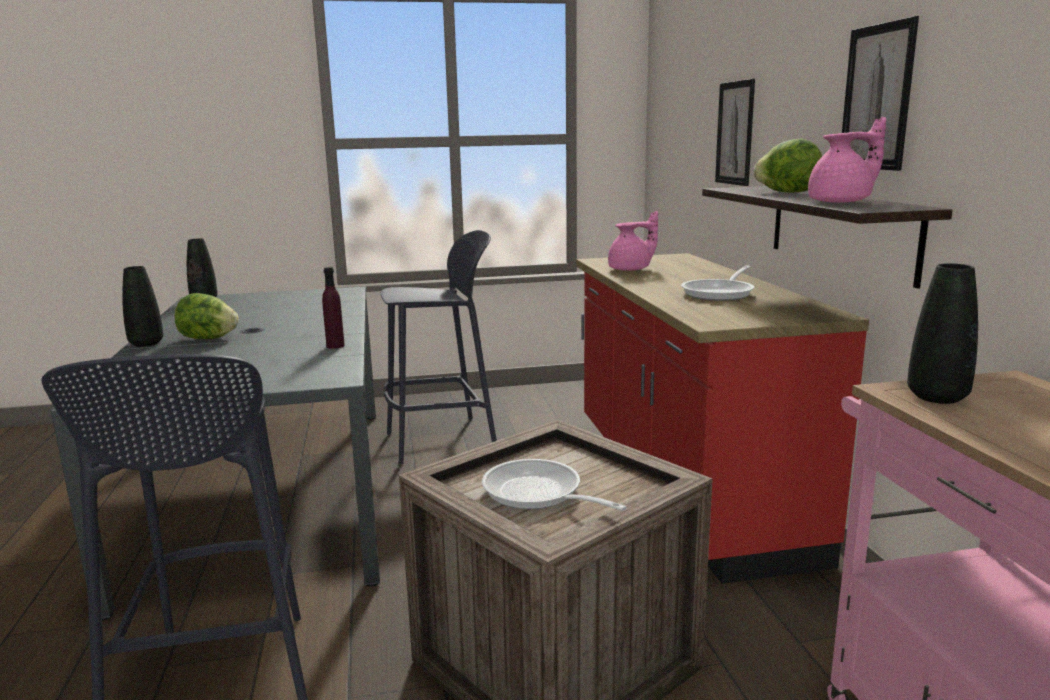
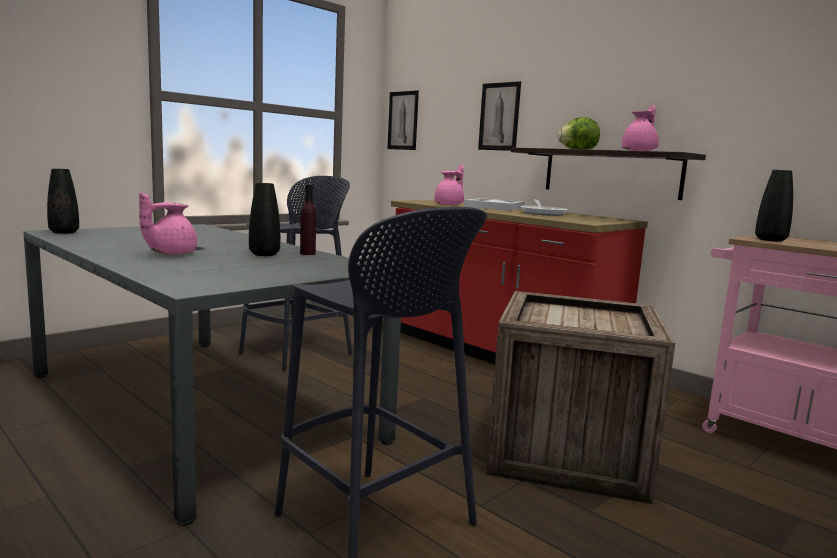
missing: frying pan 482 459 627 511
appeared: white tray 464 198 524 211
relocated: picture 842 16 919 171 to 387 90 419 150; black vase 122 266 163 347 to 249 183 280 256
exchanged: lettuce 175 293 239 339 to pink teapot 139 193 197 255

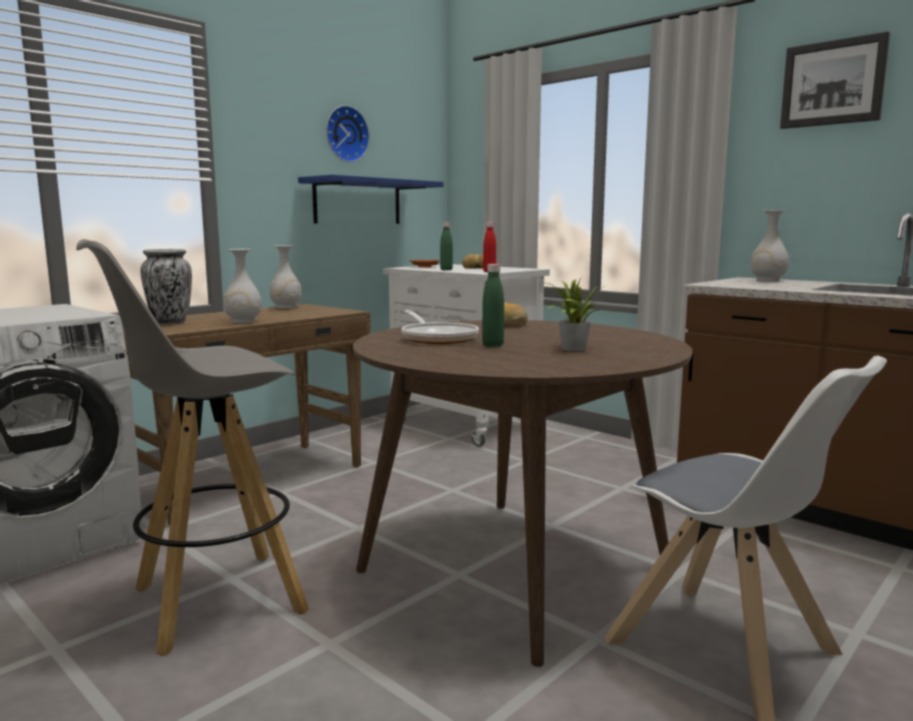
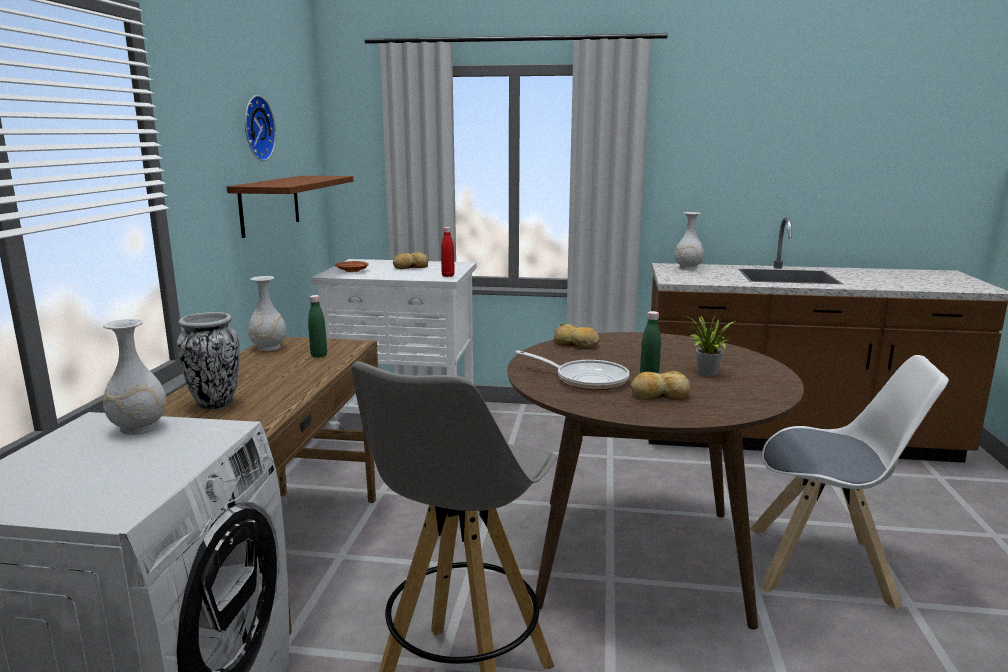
missing: picture 780 31 890 129
appeared: bread 631 371 691 400
relocated: green bottle 440 223 453 270 to 308 295 327 358; white vase 224 249 262 323 to 103 319 166 435
colour: blue shelf 298 175 443 224 to brown shelf 227 176 353 238

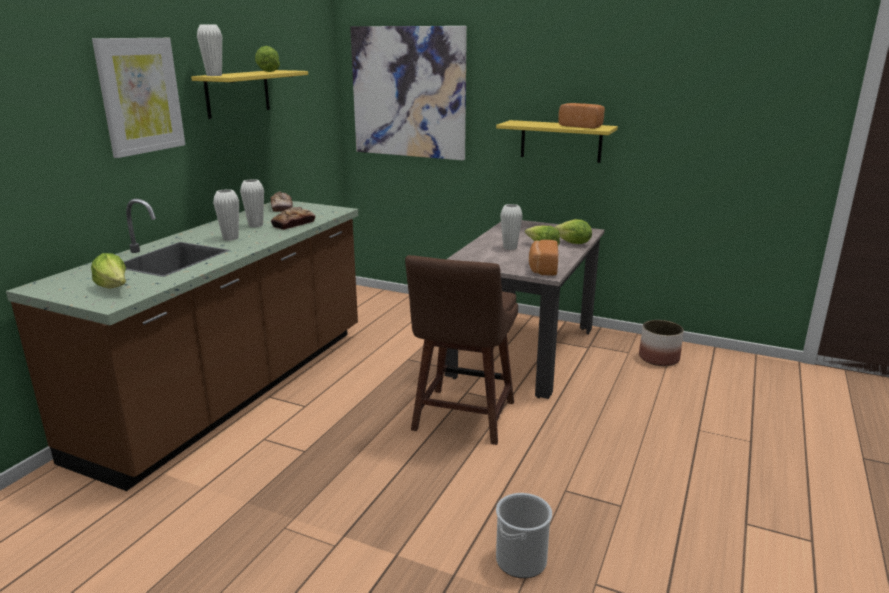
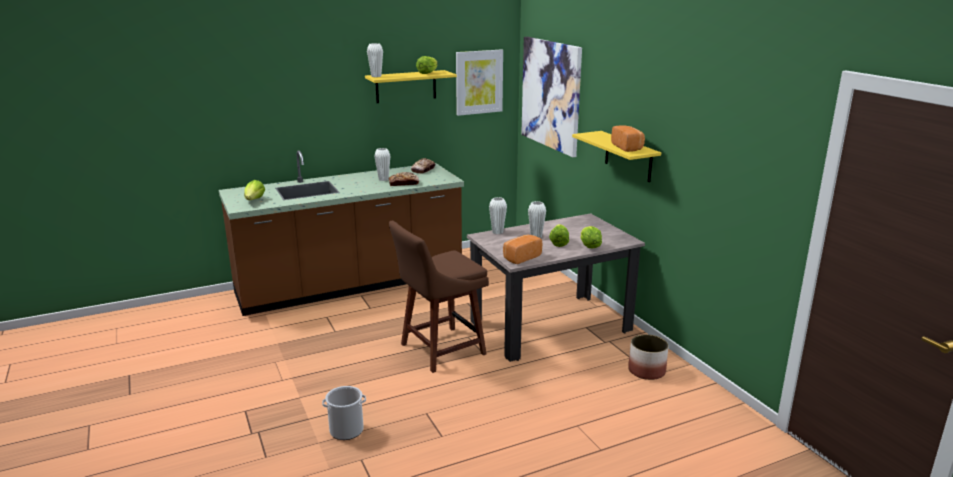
relocated: picture 92 38 185 158 to 456 49 503 116; white vase 213 189 239 241 to 489 197 507 234

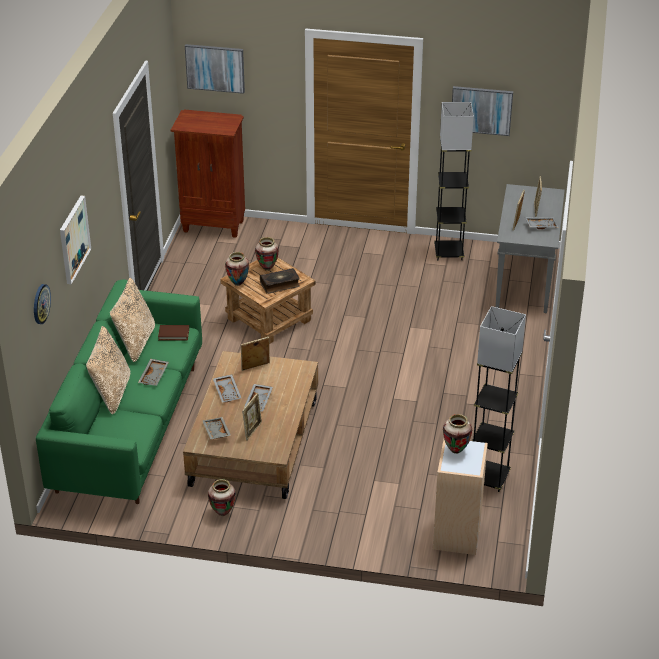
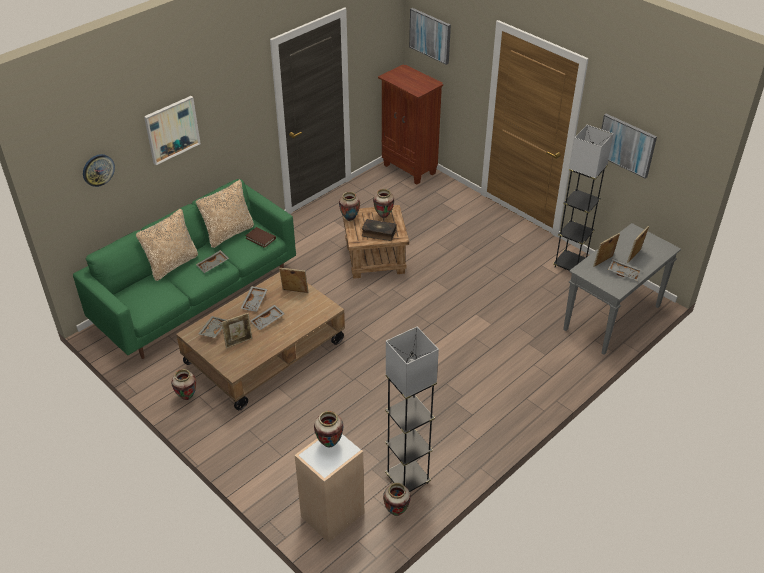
appeared: vase 383 483 411 516

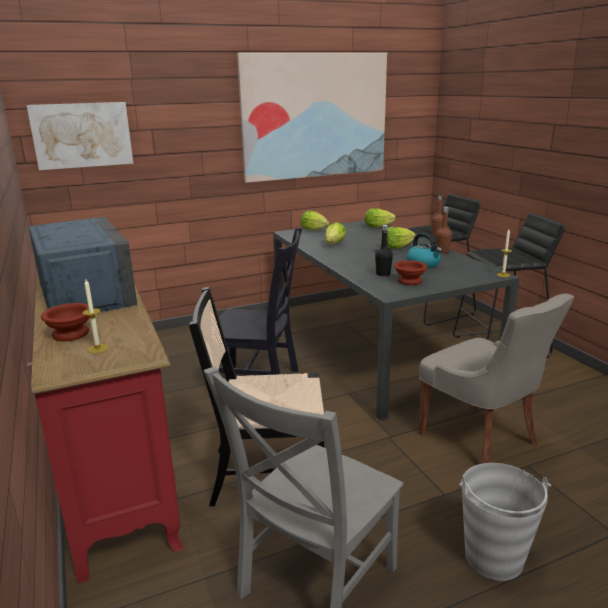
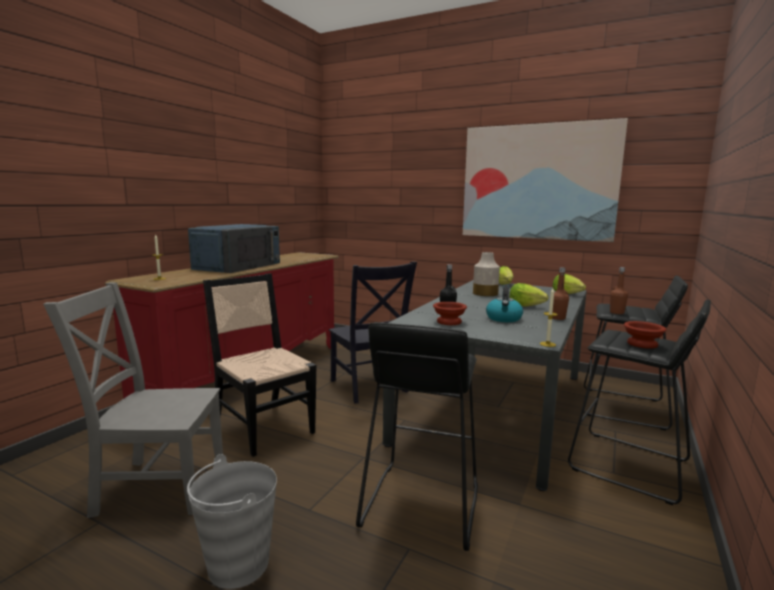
missing: picture 27 102 133 170
relocated: brown bowl 41 303 90 341 to 624 321 666 349
exchanged: lettuce 325 222 346 244 to beige vase 473 252 500 296; grey chair 418 294 574 464 to black stool 356 322 478 551

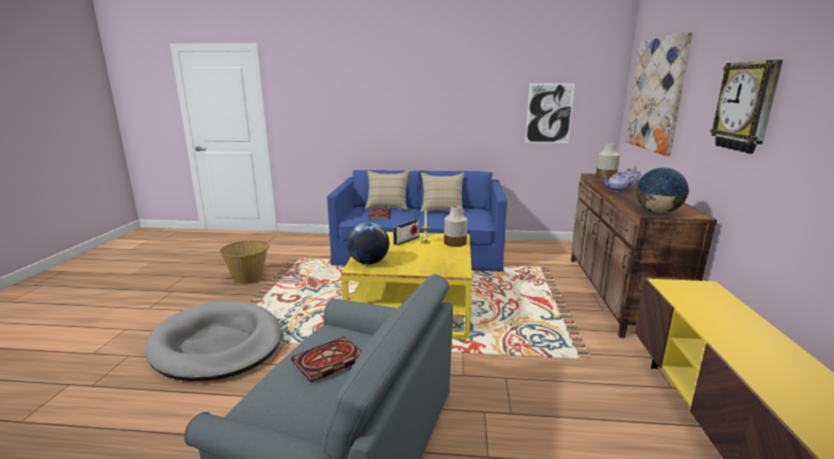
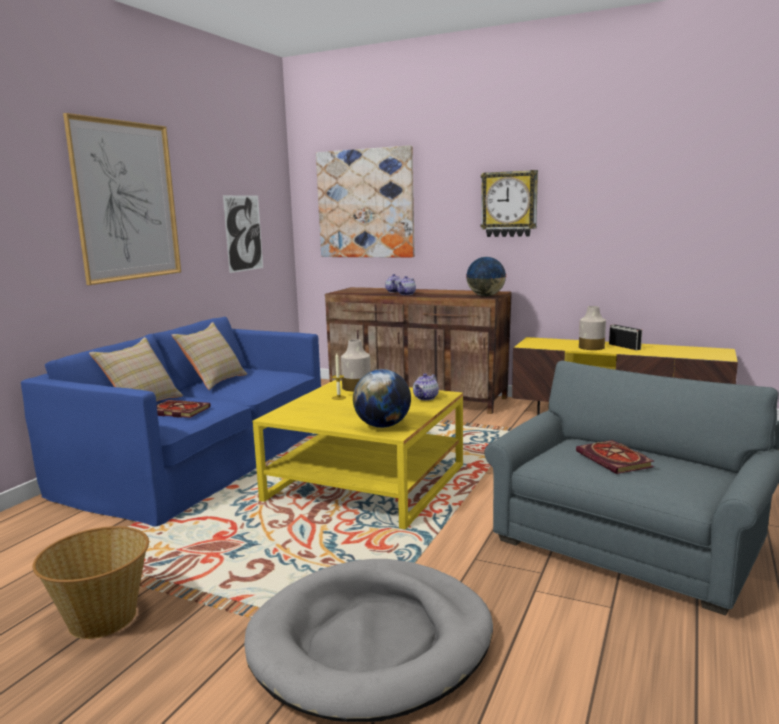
appeared: picture 63 113 181 285; teapot 413 373 439 400
relocated: beige vase 596 143 620 179 to 579 306 606 350; radio 393 220 419 245 to 609 325 642 350

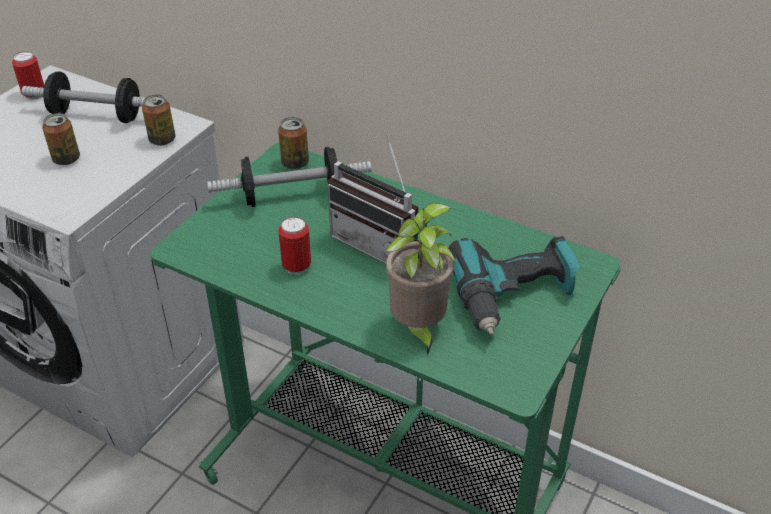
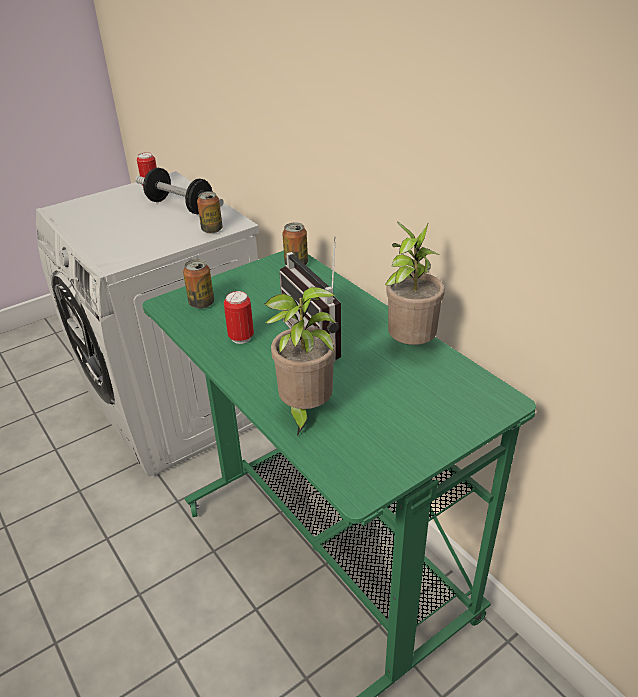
missing: dumbbell 207 147 371 207; power drill 448 236 581 335
appeared: potted plant 385 222 445 345
relocated: can 42 113 80 165 to 183 259 214 309

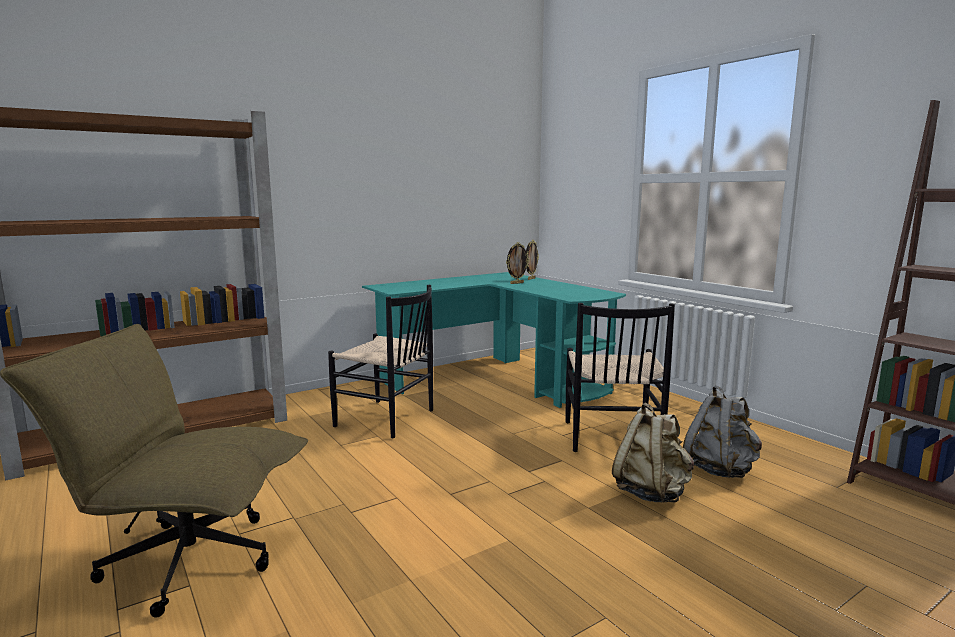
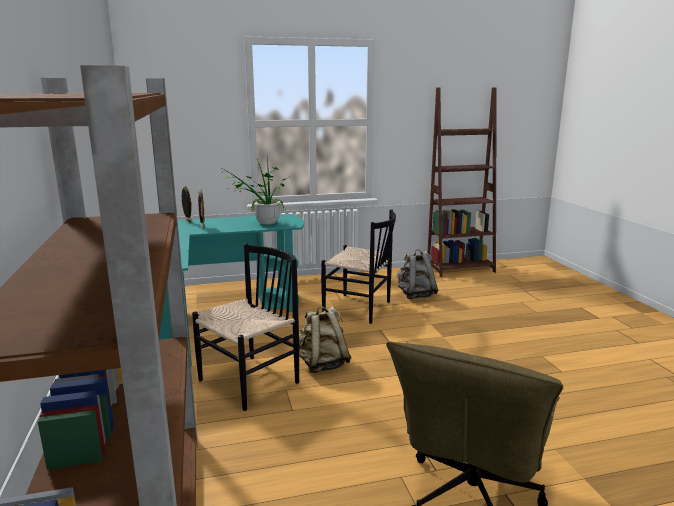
appeared: potted plant 220 156 289 225
relocated: beige backpack 612 403 694 503 to 299 306 352 373

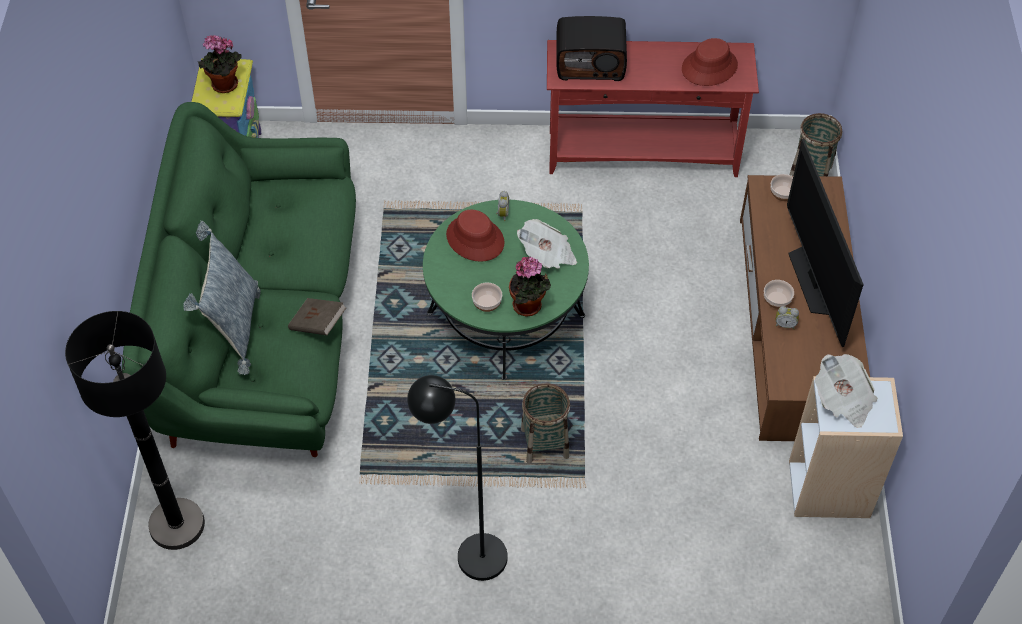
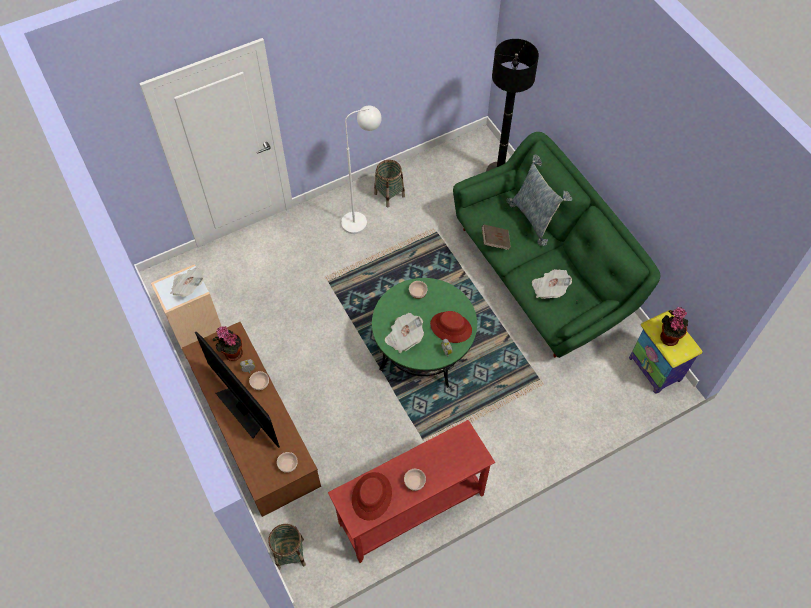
missing: radio 556 16 627 81
appeared: newspaper 532 269 572 299; bowl 404 469 426 491
relocated: potted plant 509 256 551 317 to 213 326 243 361; basket 521 383 570 464 to 374 160 405 207
colour: black floor lamp 407 375 508 581 to white floor lamp 341 105 382 234

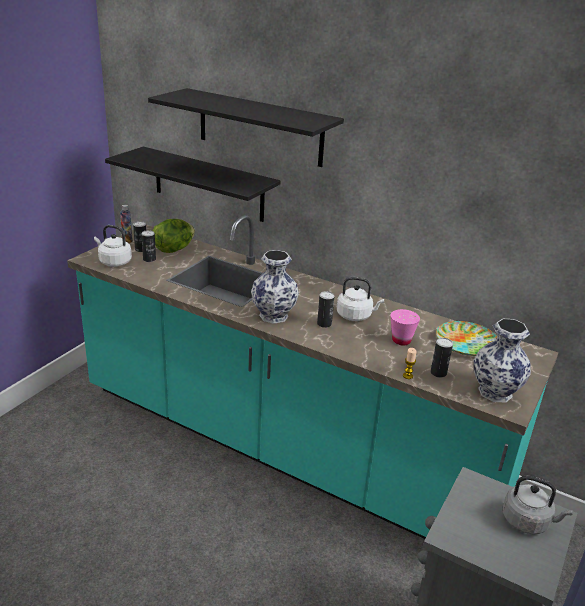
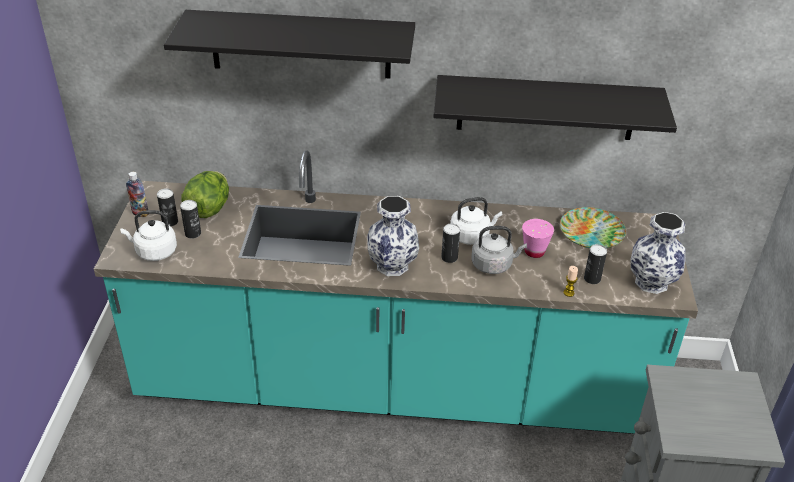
relocated: black shelf 105 147 281 222 to 434 75 677 140; grey kettle 503 475 573 534 to 472 226 527 274

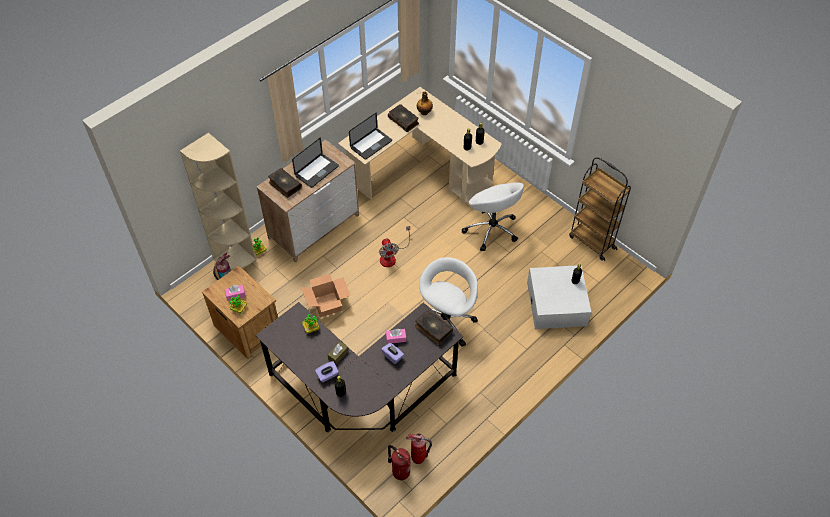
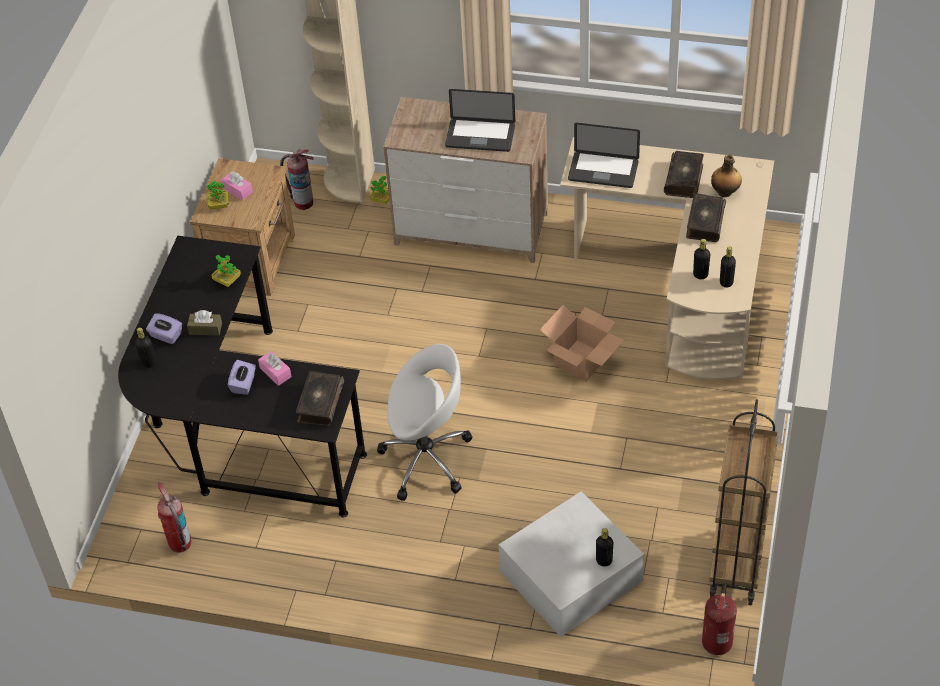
missing: white office chair 462 182 524 251; fan 379 226 410 267
relocated: book 268 168 302 198 to 686 193 726 242; cardboard box 301 274 351 317 to 540 305 624 382; fire extinguisher 388 445 411 480 to 702 583 737 655

